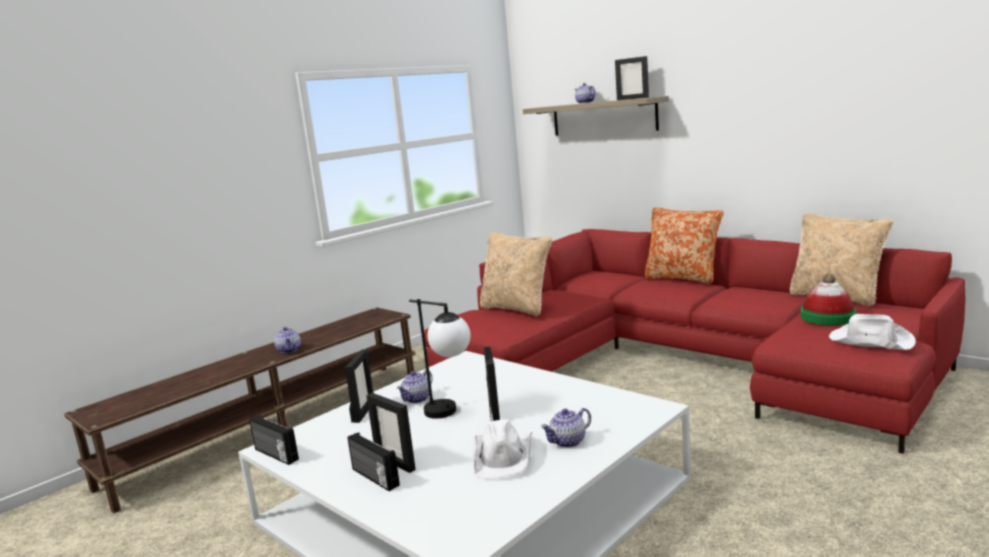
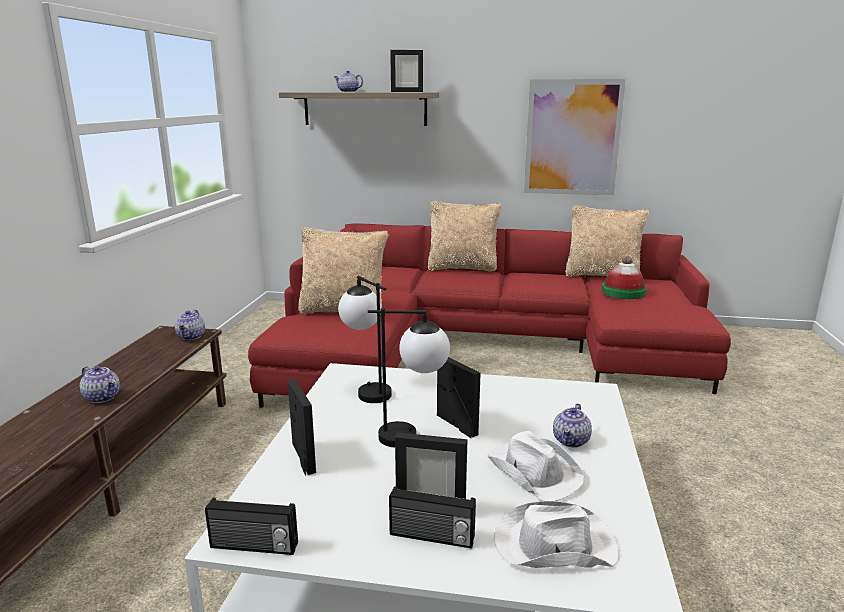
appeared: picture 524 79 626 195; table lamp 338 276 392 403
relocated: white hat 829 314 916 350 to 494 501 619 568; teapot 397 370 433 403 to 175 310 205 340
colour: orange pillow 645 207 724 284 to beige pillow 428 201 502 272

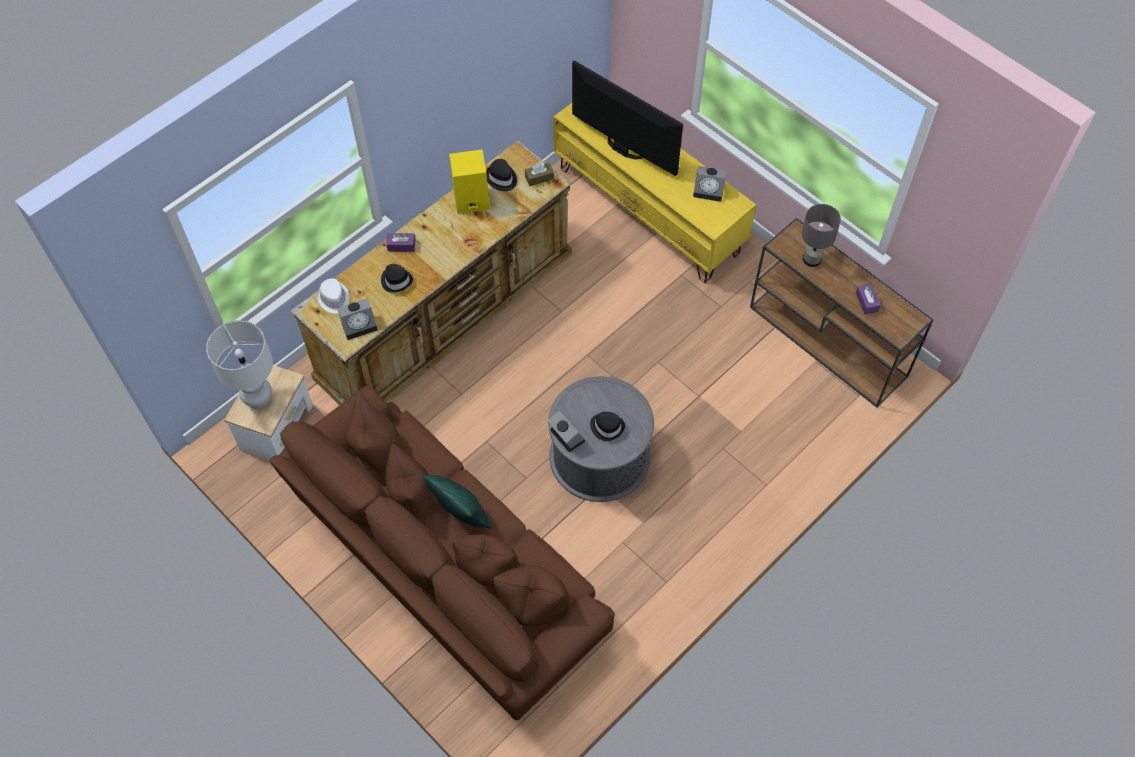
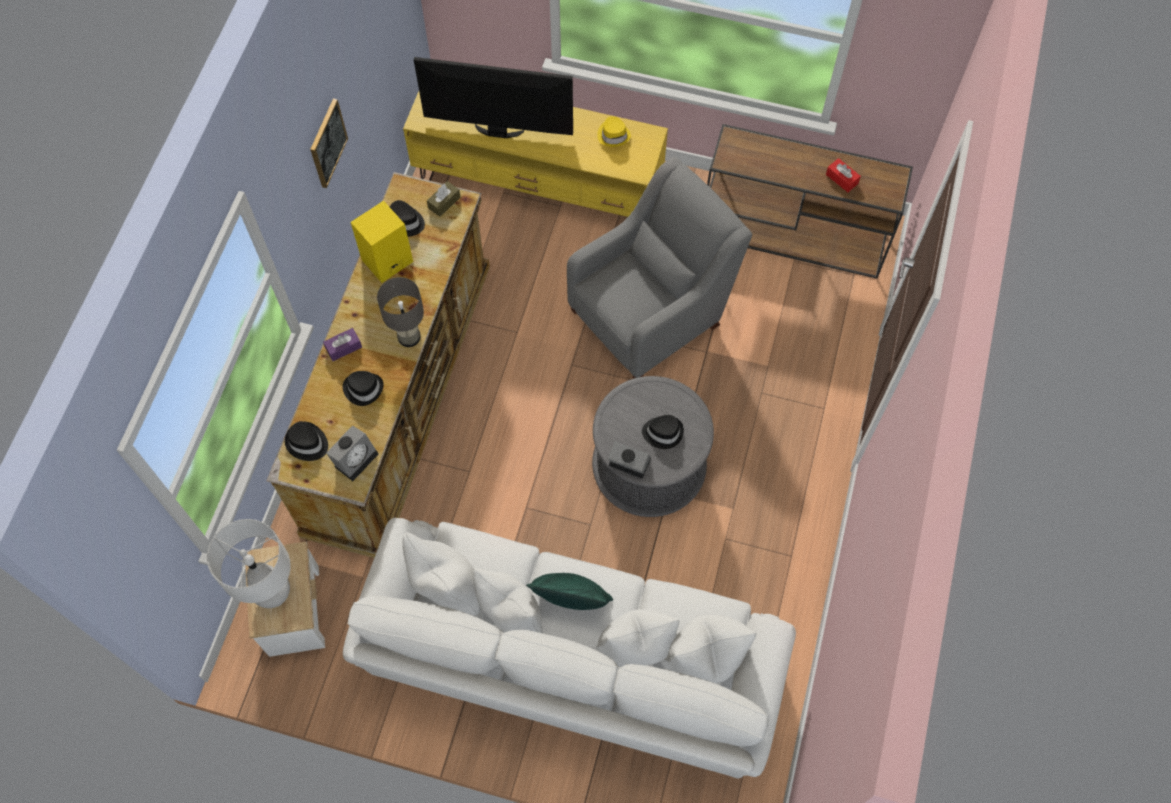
appeared: picture 310 98 348 188; grey armchair 567 157 753 379
relocated: grey table lamp 802 204 841 267 to 377 277 424 347
exchanged: alarm clock 693 166 727 202 to yellow hat 597 116 631 147
colour: white hat 317 278 350 314 to black hat 285 421 328 461; purple tissue box 856 284 881 315 to red tissue box 826 158 861 192; brown sofa 270 386 615 720 to white sofa 343 518 796 778

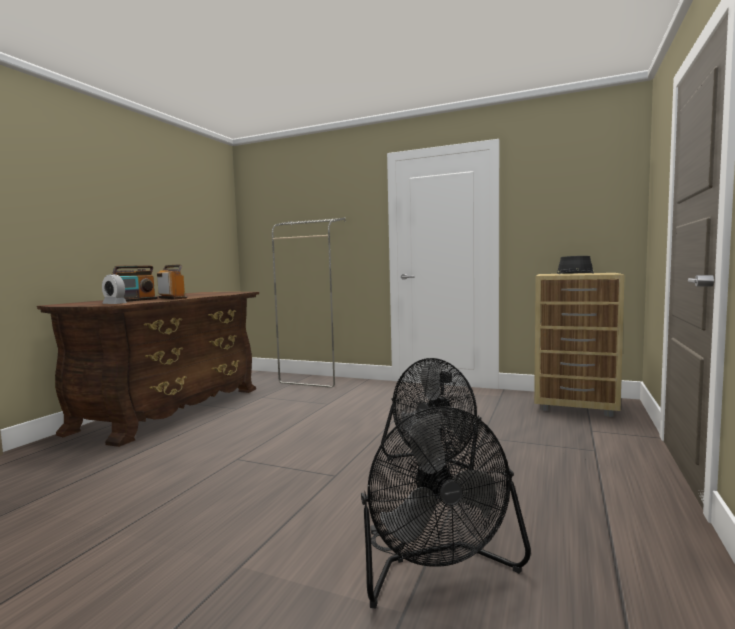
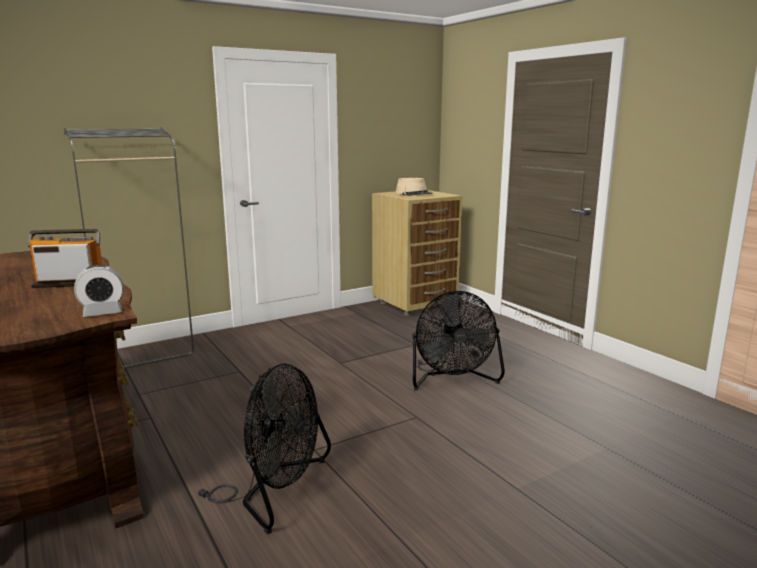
missing: radio 112 265 158 302
relocated: black fan 361 407 531 609 to 198 364 331 534
colour: black hat 557 256 594 274 to beige hat 396 178 432 196

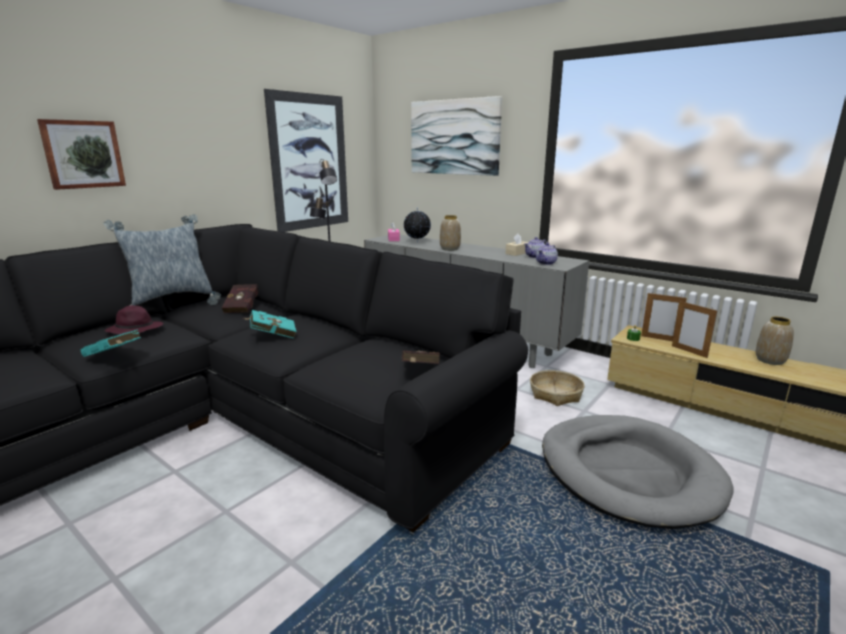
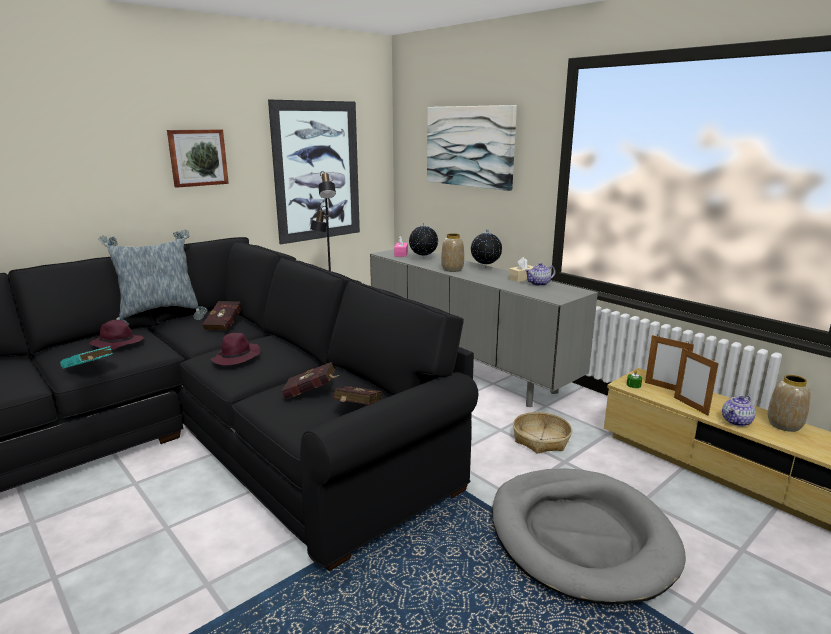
appeared: globe 471 229 502 267; red book 281 362 339 399
relocated: picture 37 119 126 190 to 167 129 229 188; teapot 536 243 558 265 to 722 396 756 427
exchanged: turquoise book 243 310 296 338 to purple hat 211 333 260 365

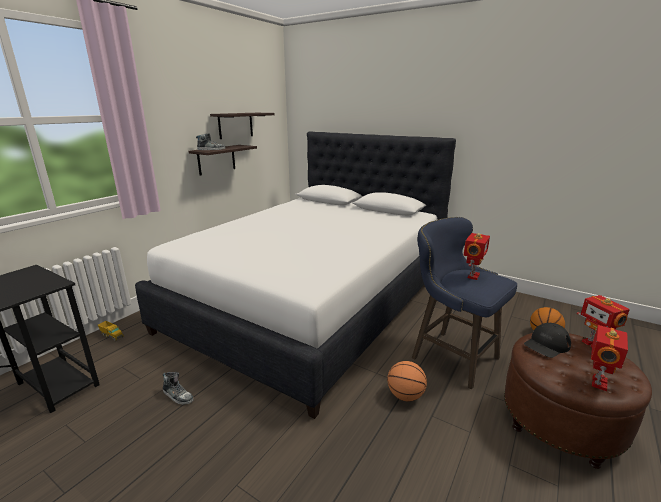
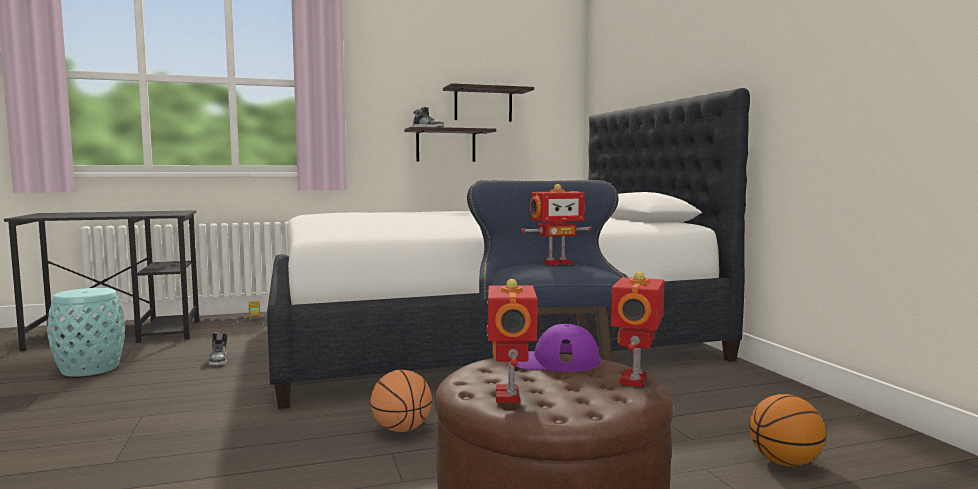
appeared: turquoise stool 47 288 125 377
colour: black cap 524 323 571 358 to purple cap 515 324 601 372
spun: toy robot 591 325 628 391 = 487 279 538 403 105 degrees clockwise

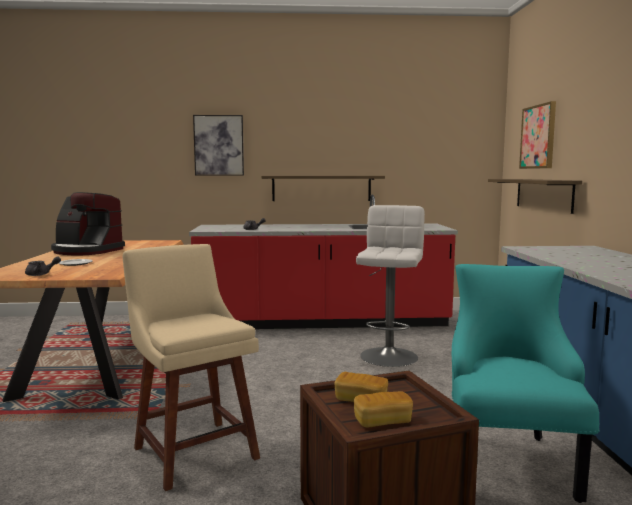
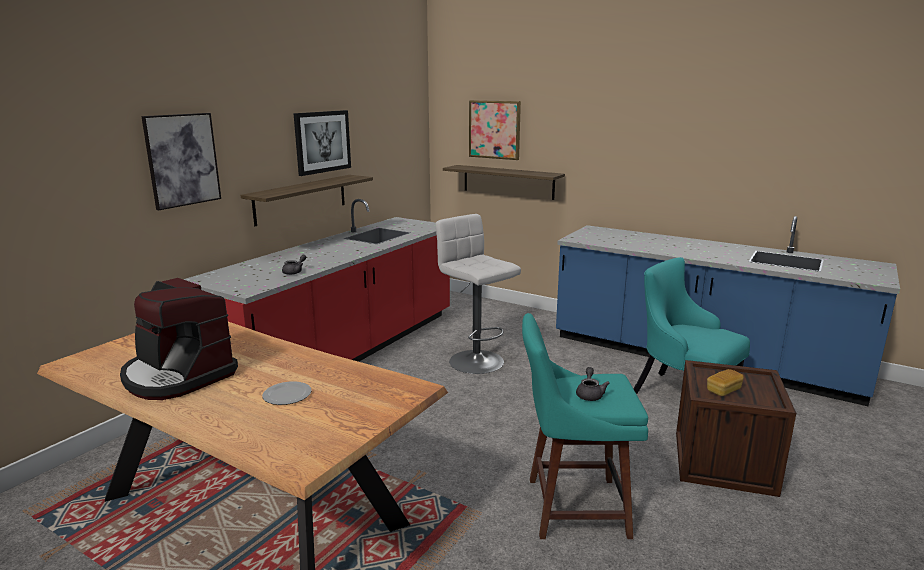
missing: bread 354 391 413 427
appeared: picture 293 110 351 176
relocated: grey teapot 25 257 61 276 to 576 367 610 401
colour: beige stool 123 244 260 491 to turquoise stool 522 313 648 539
spun: coffee machine 51 192 125 255 = 120 278 238 400 75 degrees clockwise

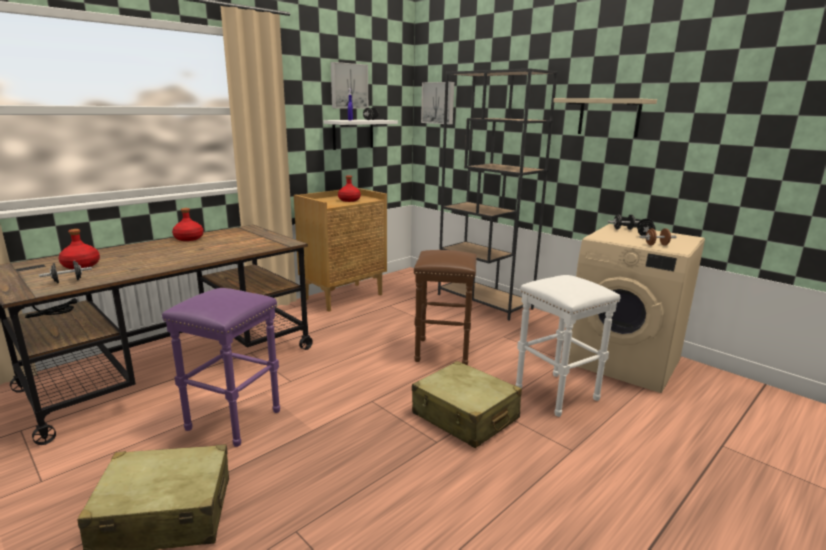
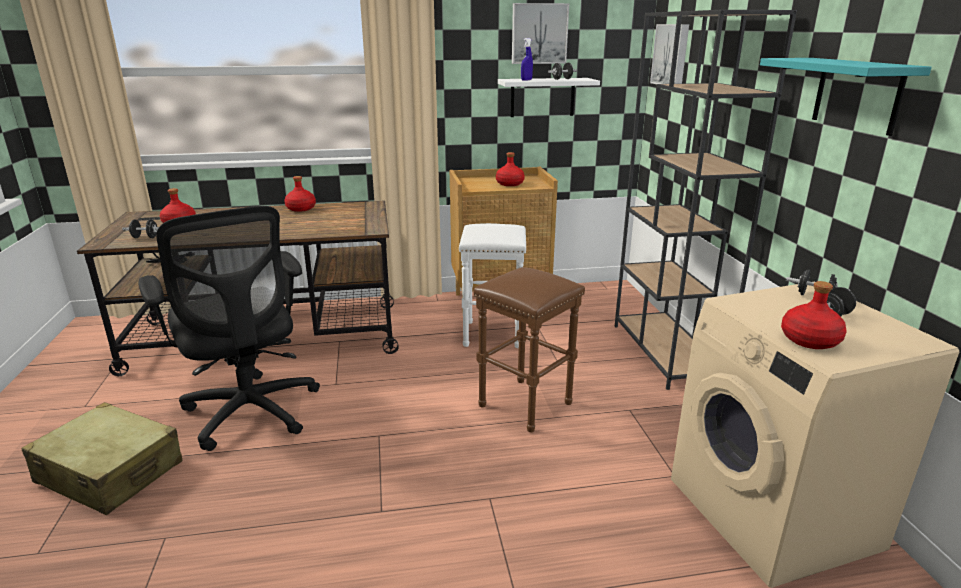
missing: beige suitcase 412 361 522 448
relocated: white stool 515 275 620 417 to 459 223 526 348
exchanged: brown dumbbell 639 228 677 246 to red bottle 781 281 847 349; purple stool 162 288 280 447 to black office chair 138 206 320 451
colour: beige shelf 553 98 657 137 to turquoise shelf 760 58 932 136

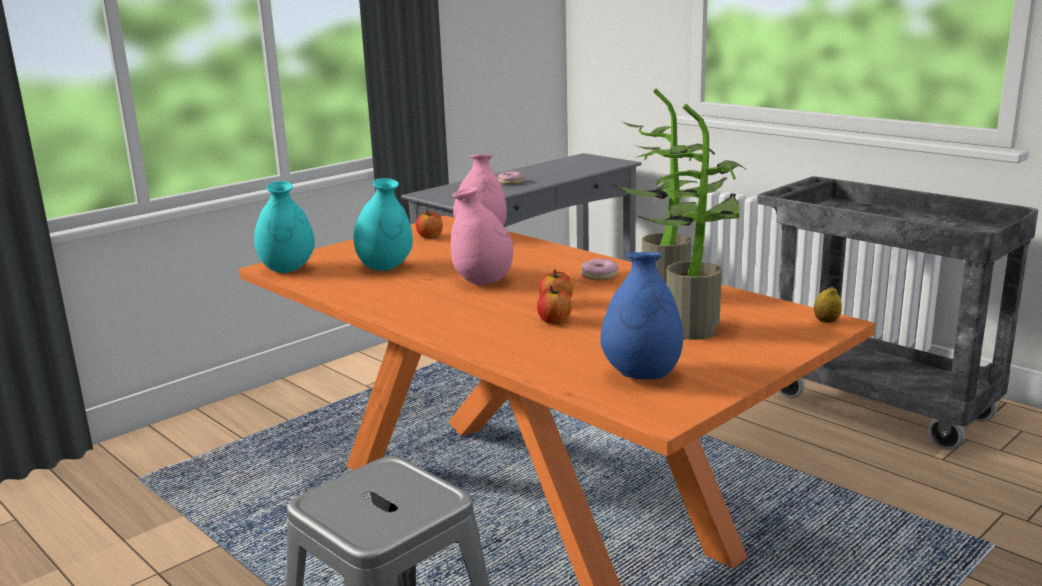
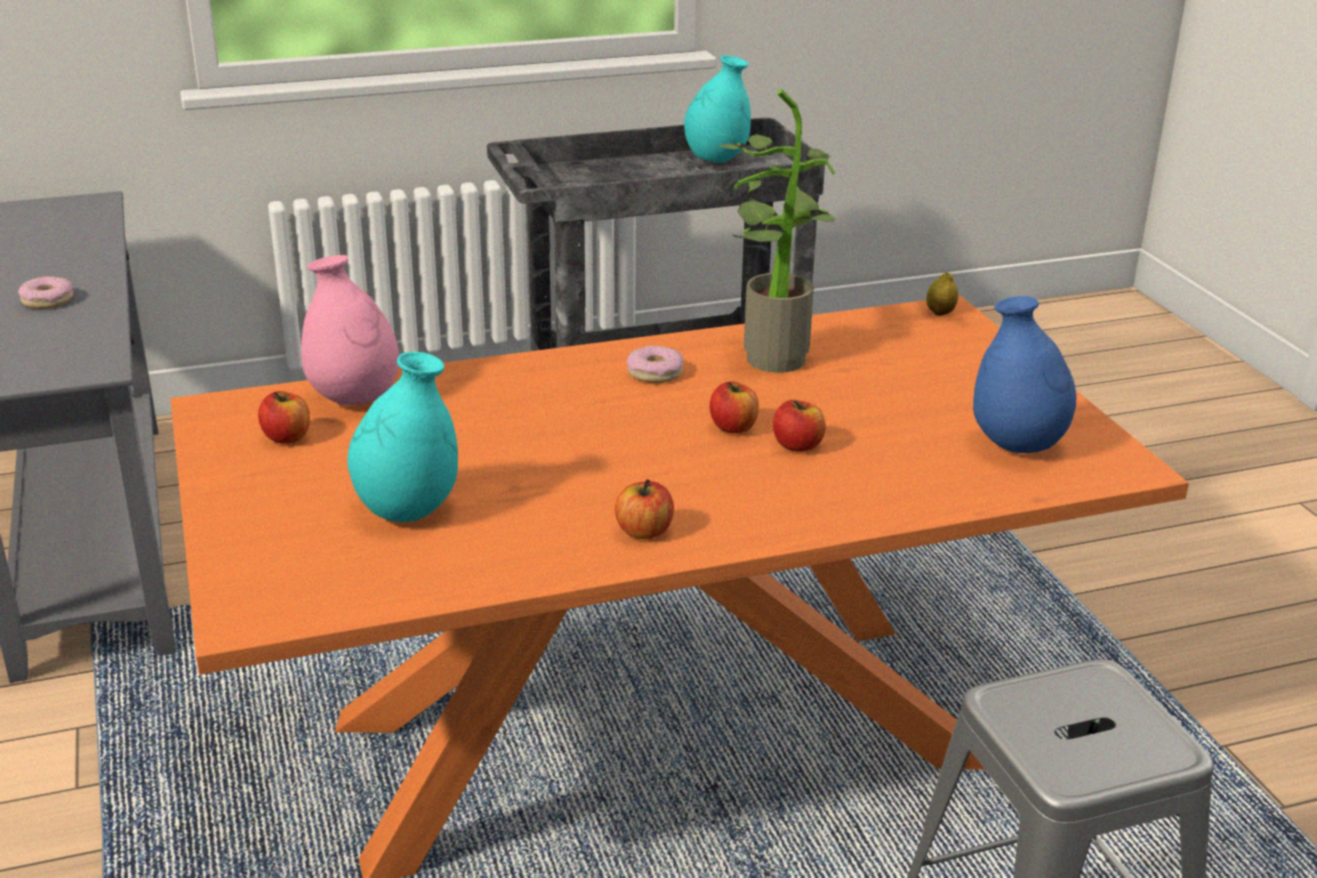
missing: potted plant 634 104 746 340; pink vase 451 187 513 285
appeared: apple 615 479 674 539
relocated: turquoise vase 254 181 315 273 to 684 55 751 163

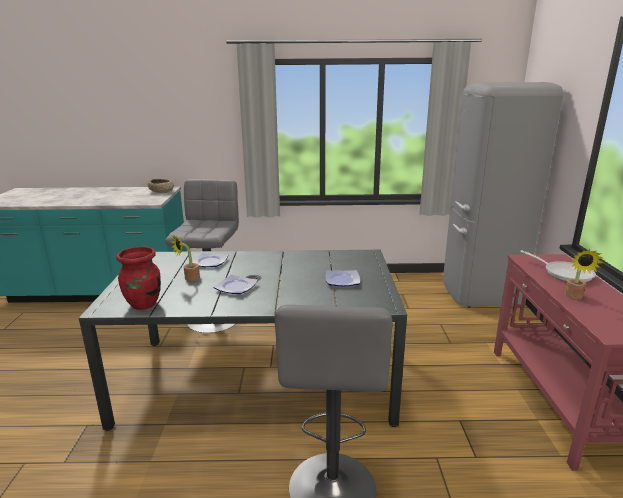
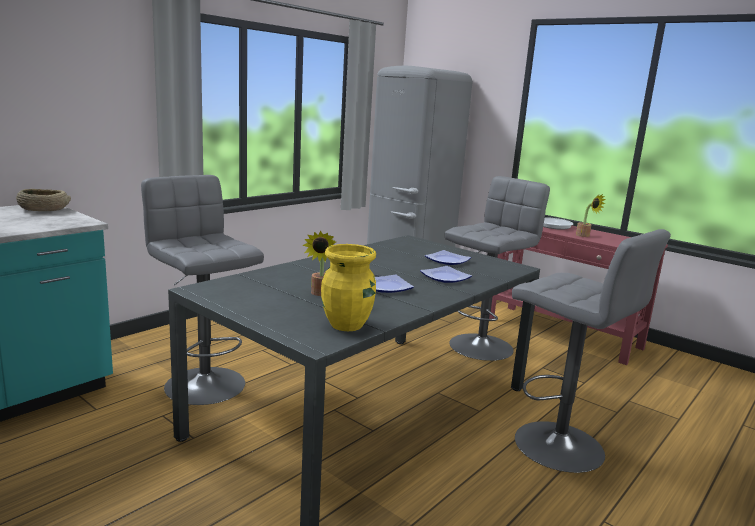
appeared: grey stool 445 176 550 361
relocated: plate 192 253 228 267 to 420 266 472 283
colour: red vase 116 246 161 310 to yellow vase 321 244 376 331

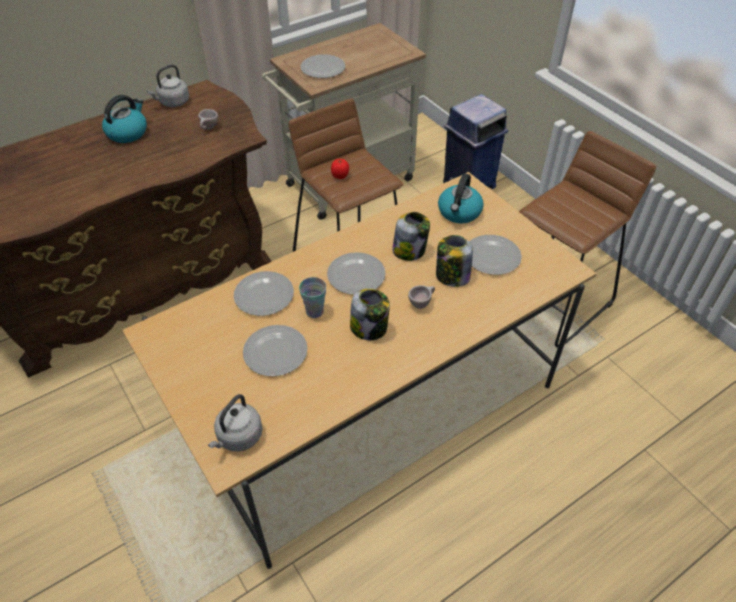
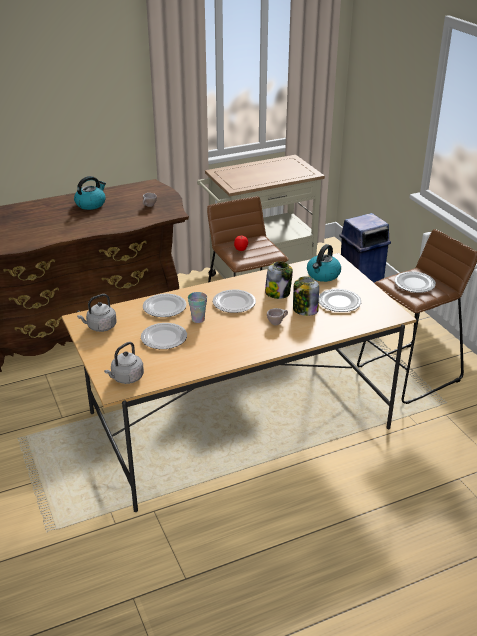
missing: jar 350 289 390 340
relocated: plate 300 54 346 78 to 394 271 436 293; grey kettle 147 64 189 107 to 77 294 117 332

